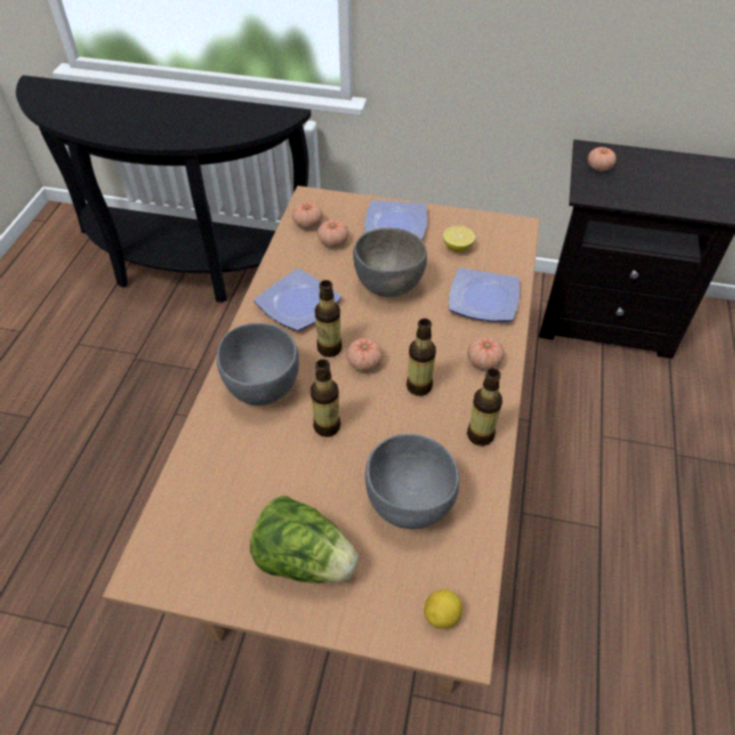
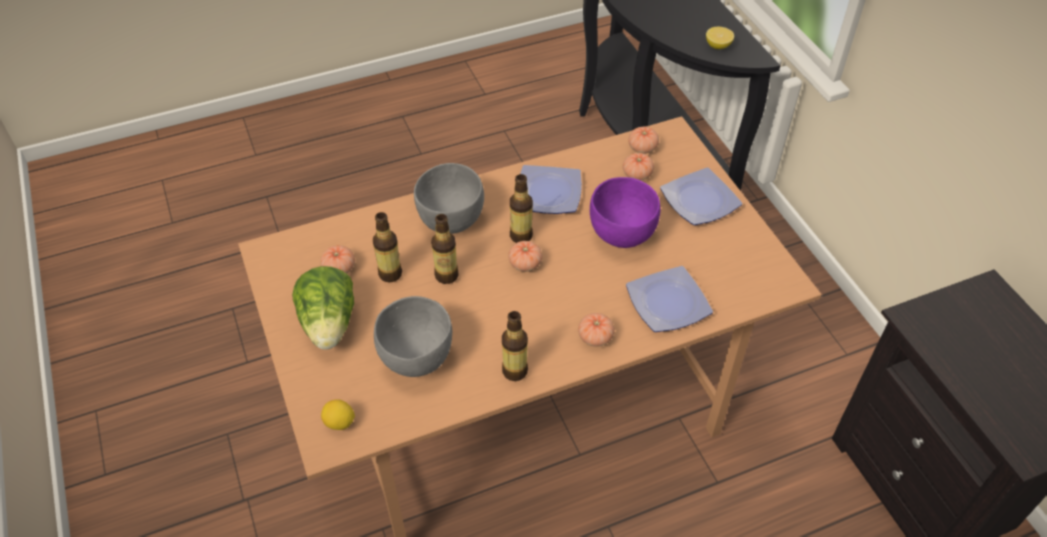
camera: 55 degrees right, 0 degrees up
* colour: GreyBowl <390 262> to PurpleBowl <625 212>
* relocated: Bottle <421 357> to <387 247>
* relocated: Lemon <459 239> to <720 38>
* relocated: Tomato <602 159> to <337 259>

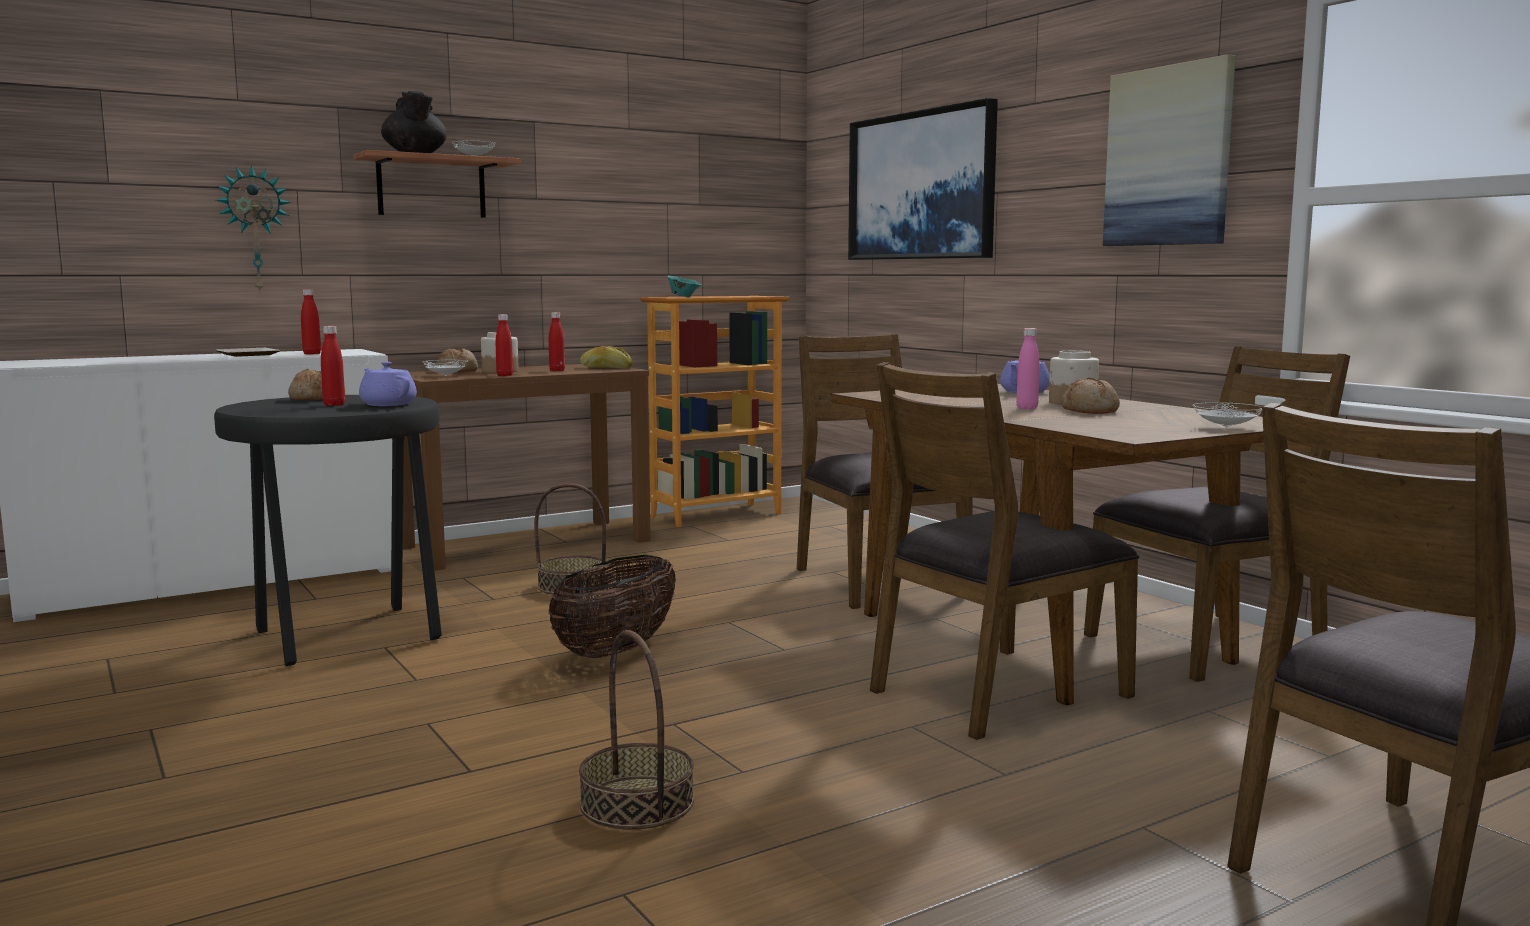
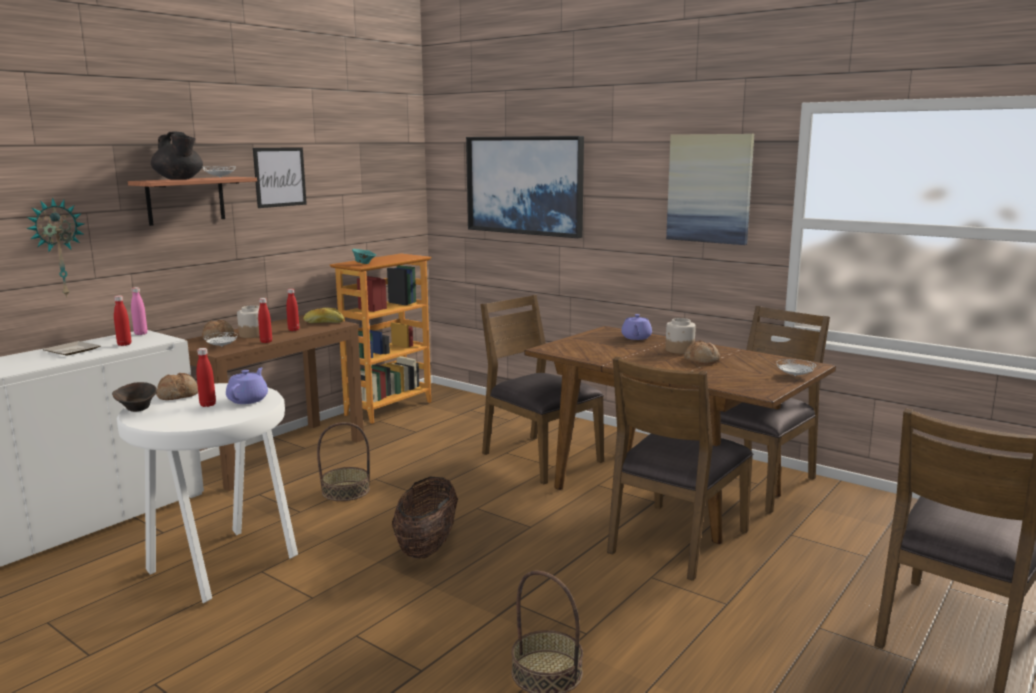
camera: 20 degrees left, 5 degrees up
* colour: BlackStool <328 530> to WhiteStool <207 493>
* spun: PurpleTeapot <388 384> = <247 385> 75 degrees clockwise
* relocated: PinkBottle <1028 368> to <139 311>
* appeared: BrownBowl <134 397>
* appeared: Picture <280 177>

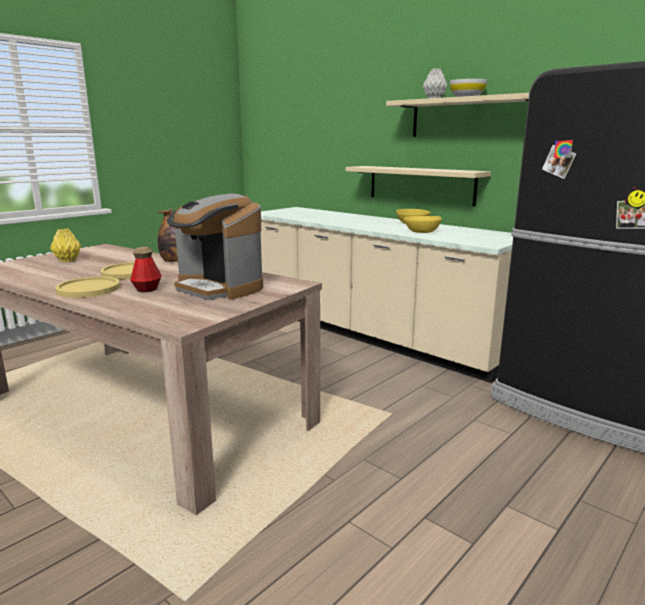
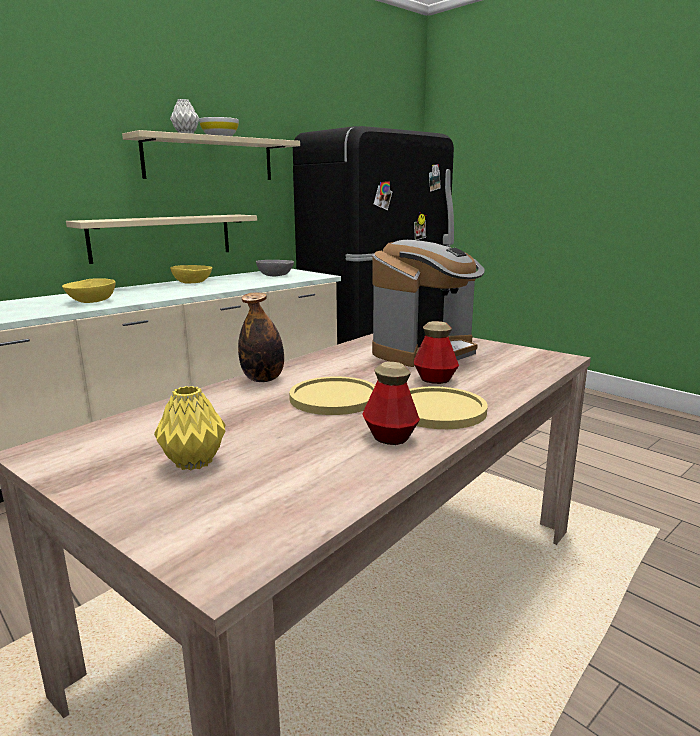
camera: 85 degrees left, 0 degrees up
* relocated: YellowBowl <423 224> to <89 290>
* appeared: GreyBowl <275 268>
* appeared: Bottle <391 403>

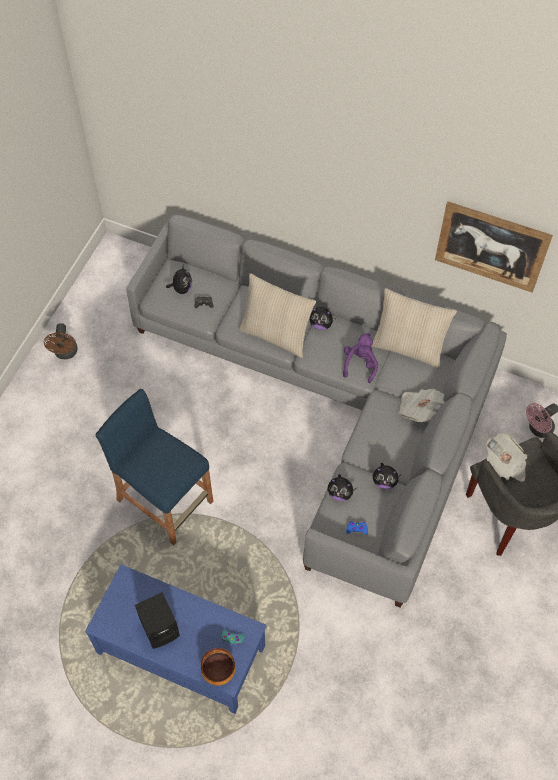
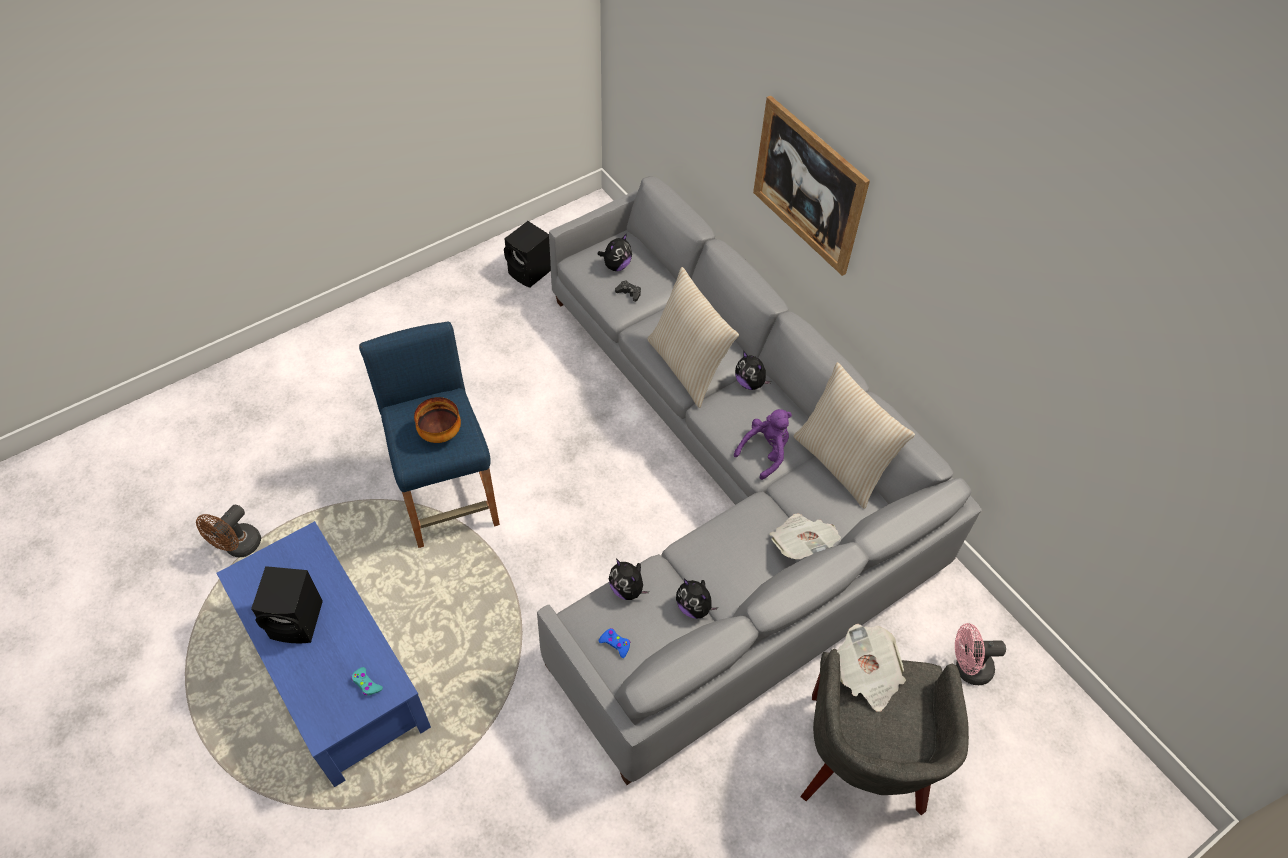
camera: 30 degrees right, 5 degrees down
* relocated: BrownFan <61 341> to <228 531>
* relocated: Bowl <218 667> to <437 420>
* relocated: Picture <494 247> to <811 186>
* appeared: BlackSpeaker <527 254>

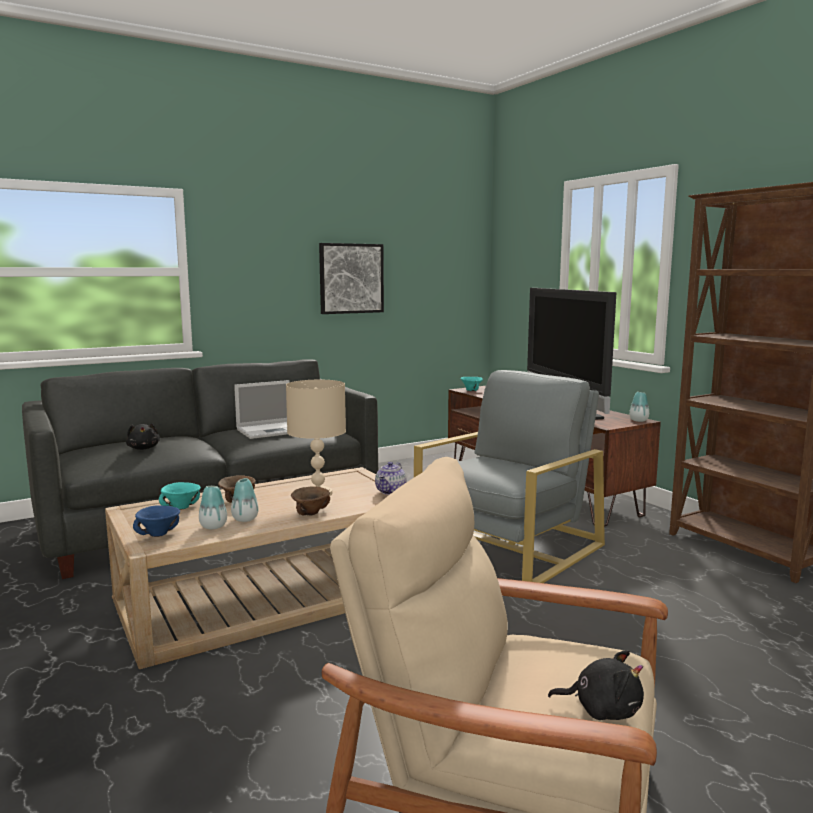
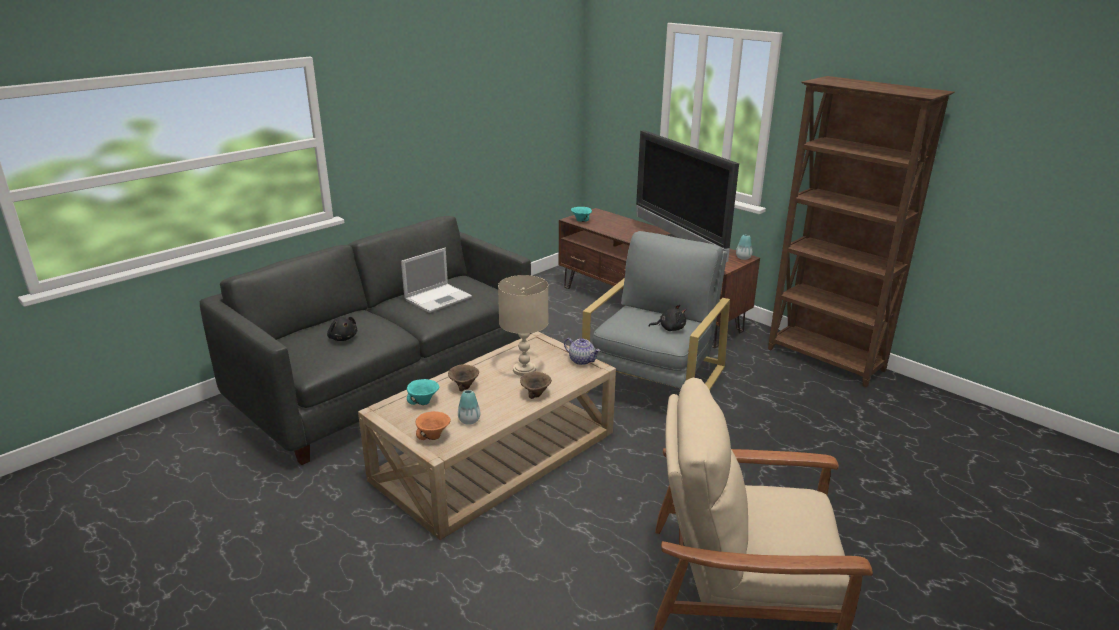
camera: 15 degrees left, 15 degrees up
* colour: BlueBowl <156 521> to OrangeBowl <433 425>
* missing: Vase <245 500>
* missing: Picture <351 278>
* spun: Teapot <391 478> = <582 351> 60 degrees counterclockwise
* relocated: BlackPlushToy <596 685> to <667 317>

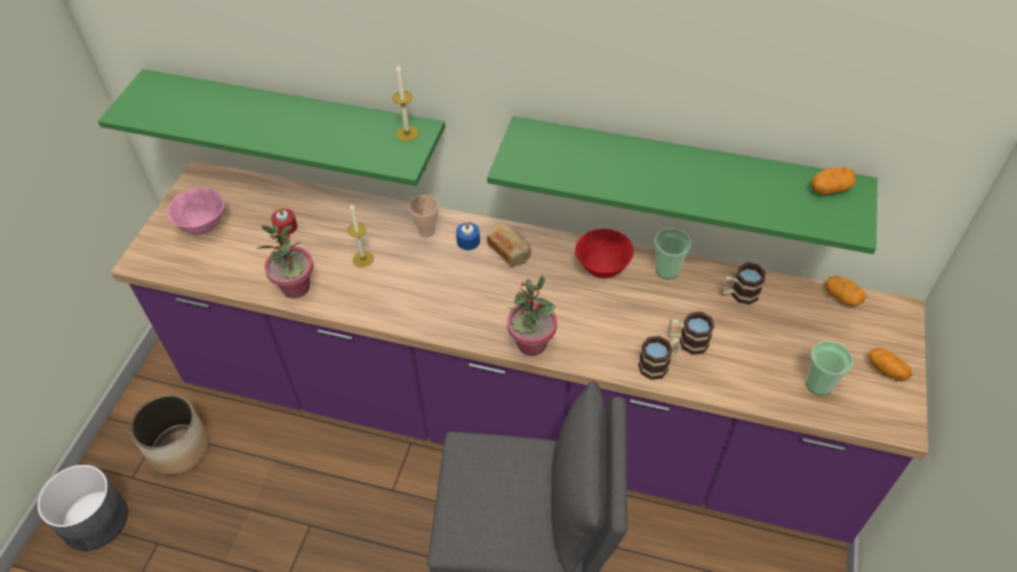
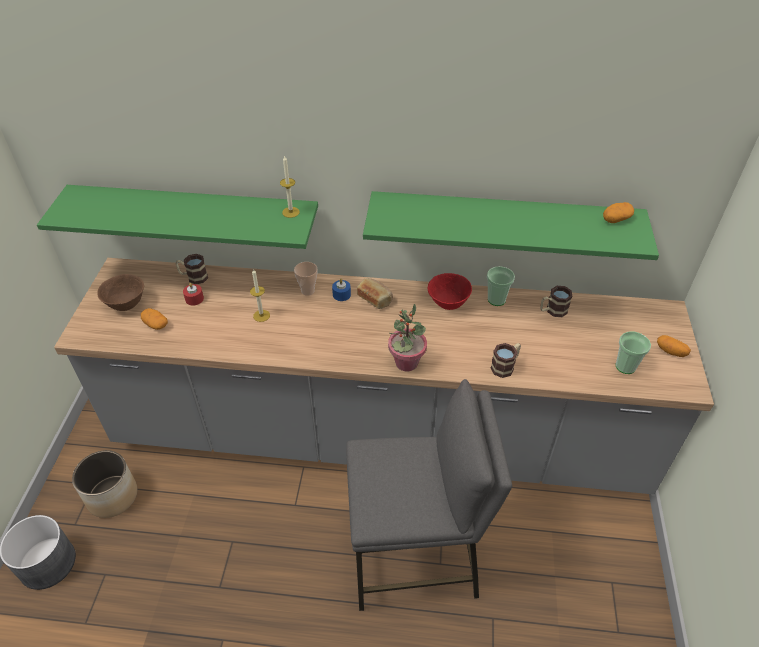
camera: 10 degrees left, 5 degrees down
* colour: PurpleCounter <519 351> to GreyCounter <384 376>
* colour: PinkBowl <195 211> to BrownBowl <120 292>
* missing: PottedPlant <285 261>
* relocated: Mug <691 333> to <192 269>
* relocated: Potato <845 291> to <154 319>

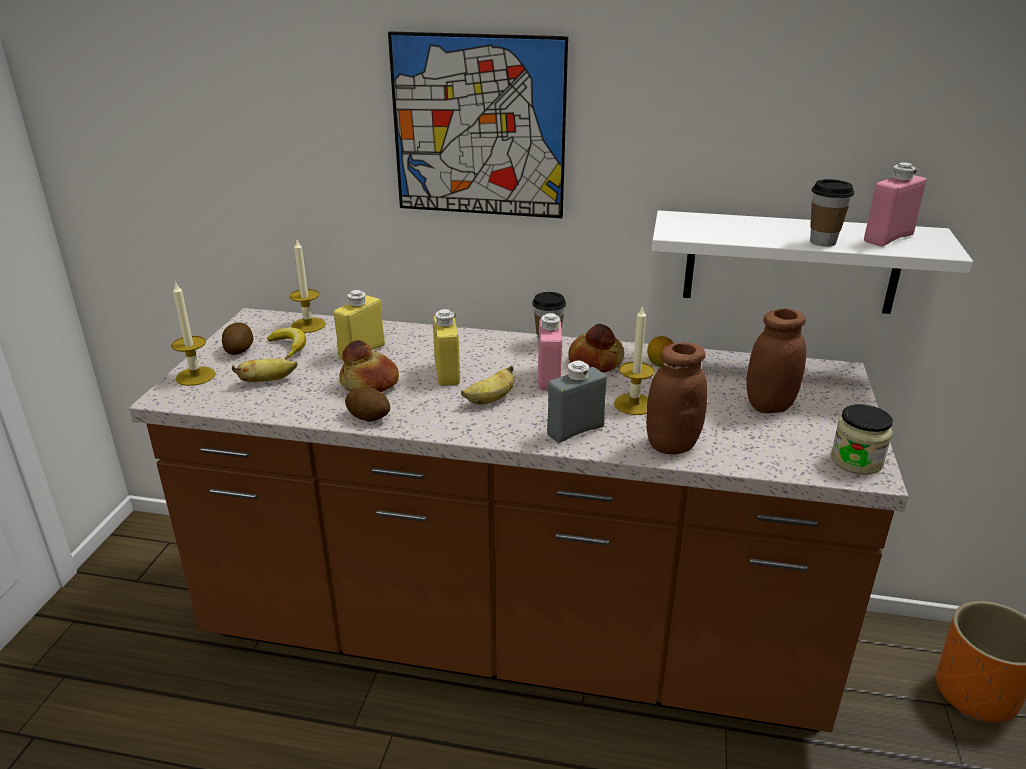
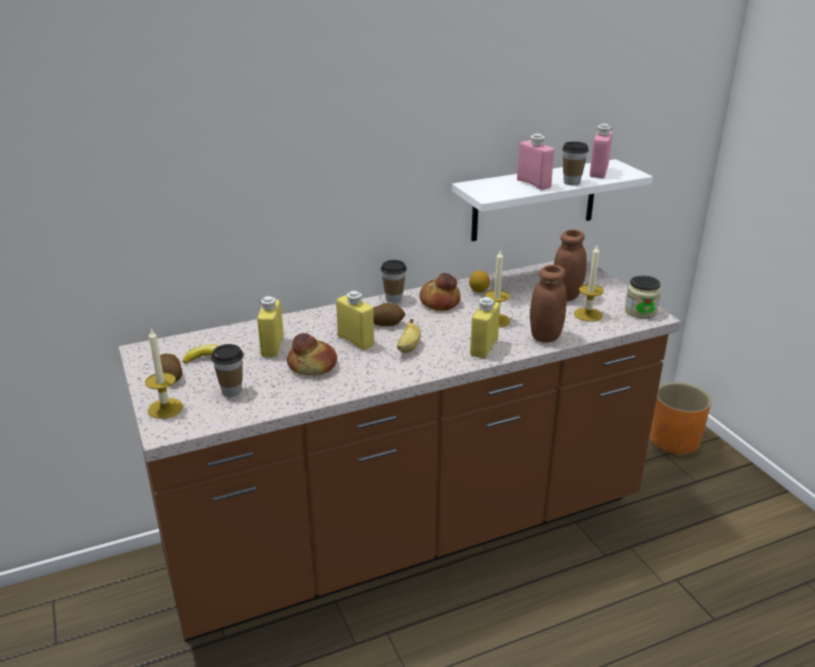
camera: 35 degrees left, 0 degrees up
* exchanged: Banana <264 370> to Cup <227 370>
* relocated: Candle <307 286> to <589 284>
* relocated: Potato <367 404> to <389 314>
* missing: Picture <478 124>
* relocated: PinkBottle <550 351> to <536 162>
* colour: GreyBottle <577 401> to YellowBottle <485 327>

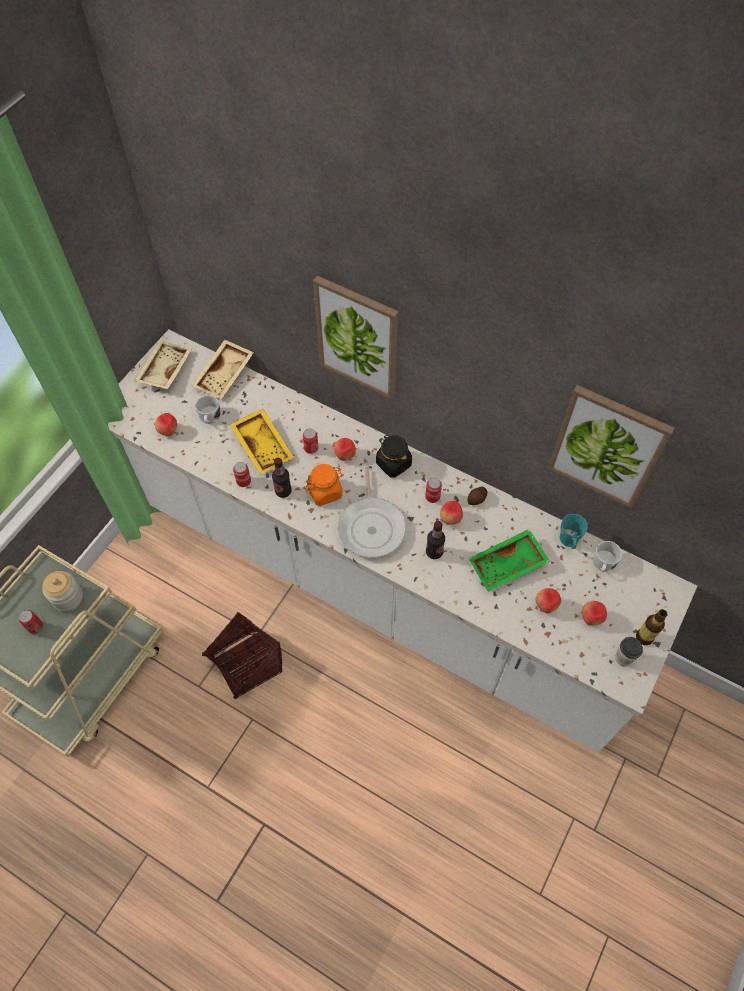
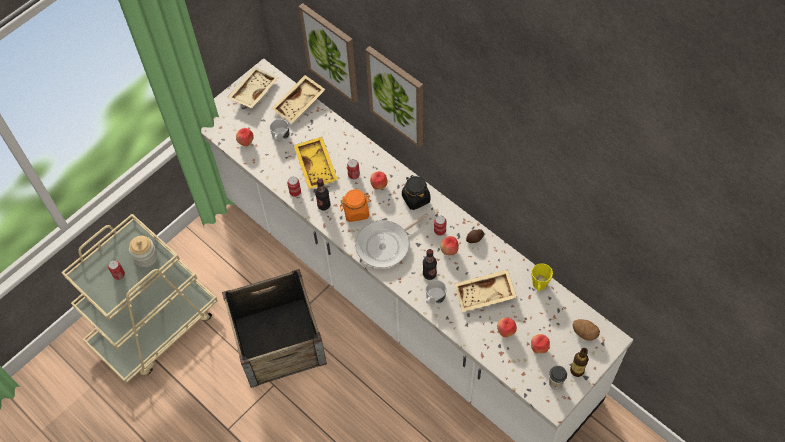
camera: 15 degrees right, 0 degrees up
* exchanged: Basket <242 655> to Crate <274 328>
* spun: FryingPan <372 512> = <392 240> 45 degrees clockwise
* colour: GreenTray <509 560> to BeigeTray <486 290>
* relocated: Picture <610 446> to <328 53>
* colour: TurquoiseMug <574 531> to YellowMug <542 277>
* relocated: WhiteMug <607 556> to <436 292>
* appeared: Potato <586 330>

